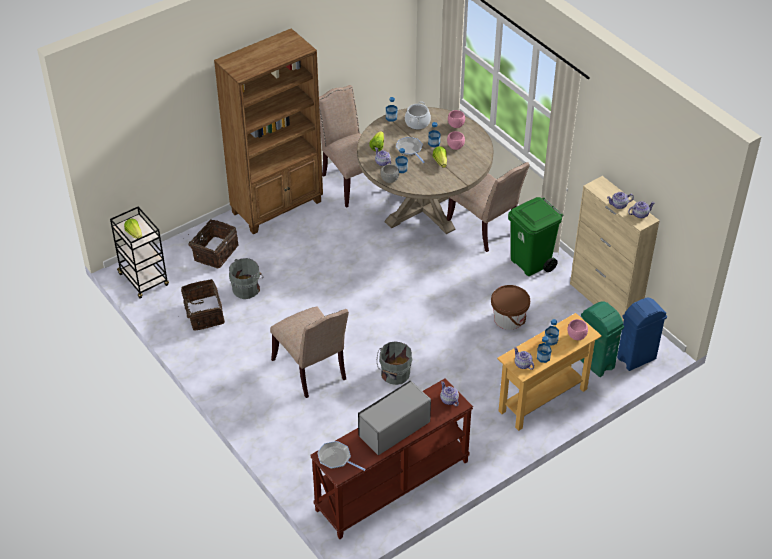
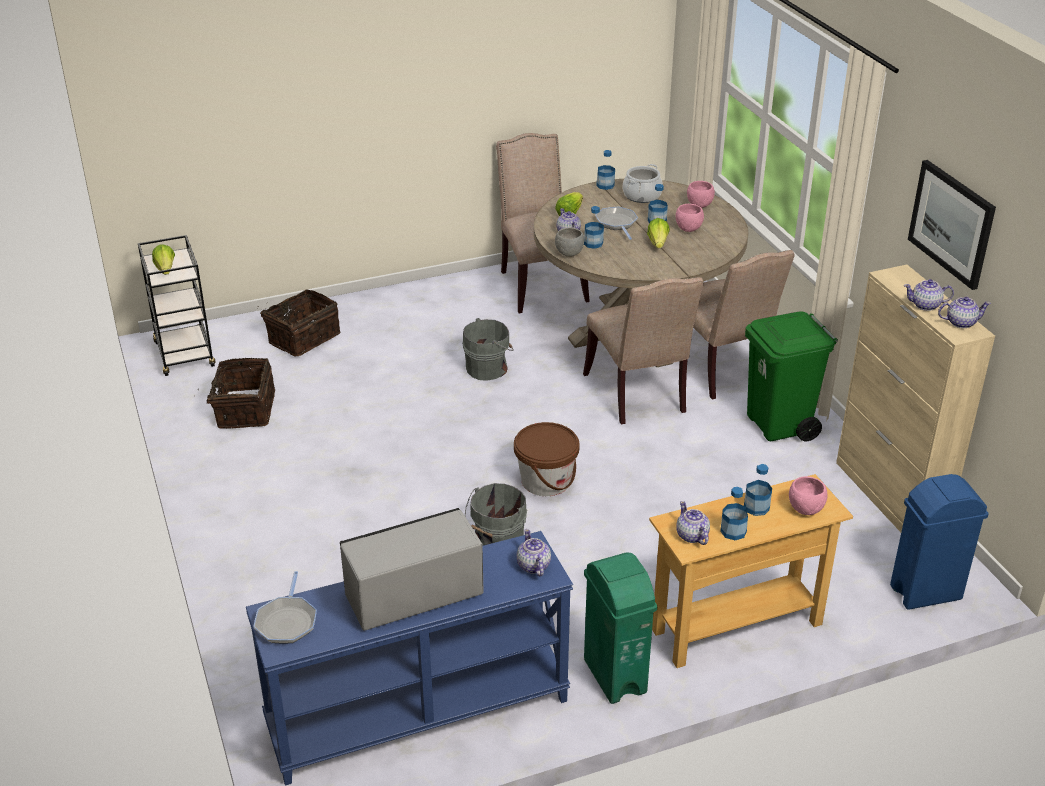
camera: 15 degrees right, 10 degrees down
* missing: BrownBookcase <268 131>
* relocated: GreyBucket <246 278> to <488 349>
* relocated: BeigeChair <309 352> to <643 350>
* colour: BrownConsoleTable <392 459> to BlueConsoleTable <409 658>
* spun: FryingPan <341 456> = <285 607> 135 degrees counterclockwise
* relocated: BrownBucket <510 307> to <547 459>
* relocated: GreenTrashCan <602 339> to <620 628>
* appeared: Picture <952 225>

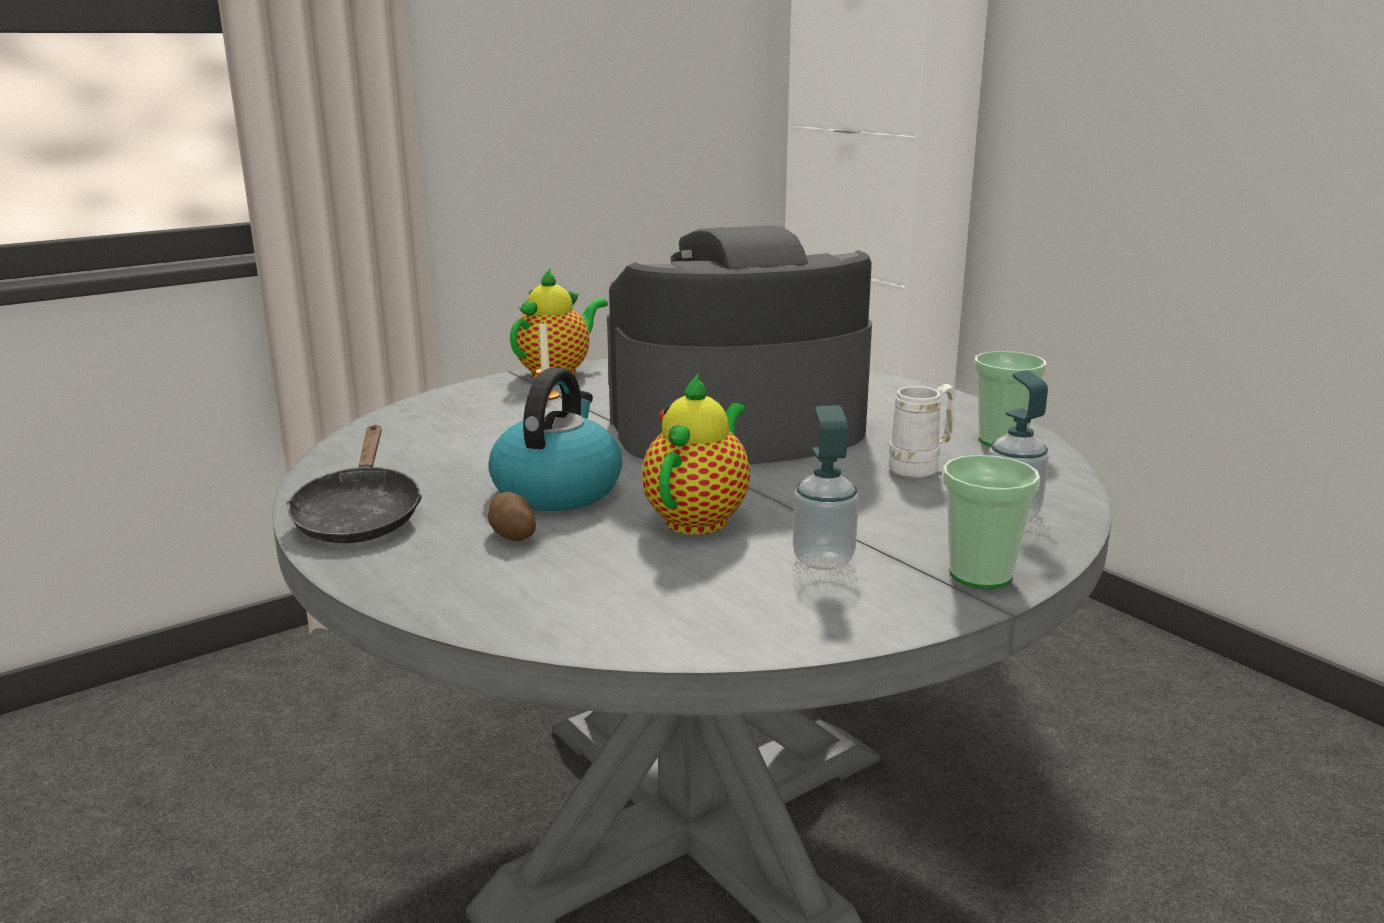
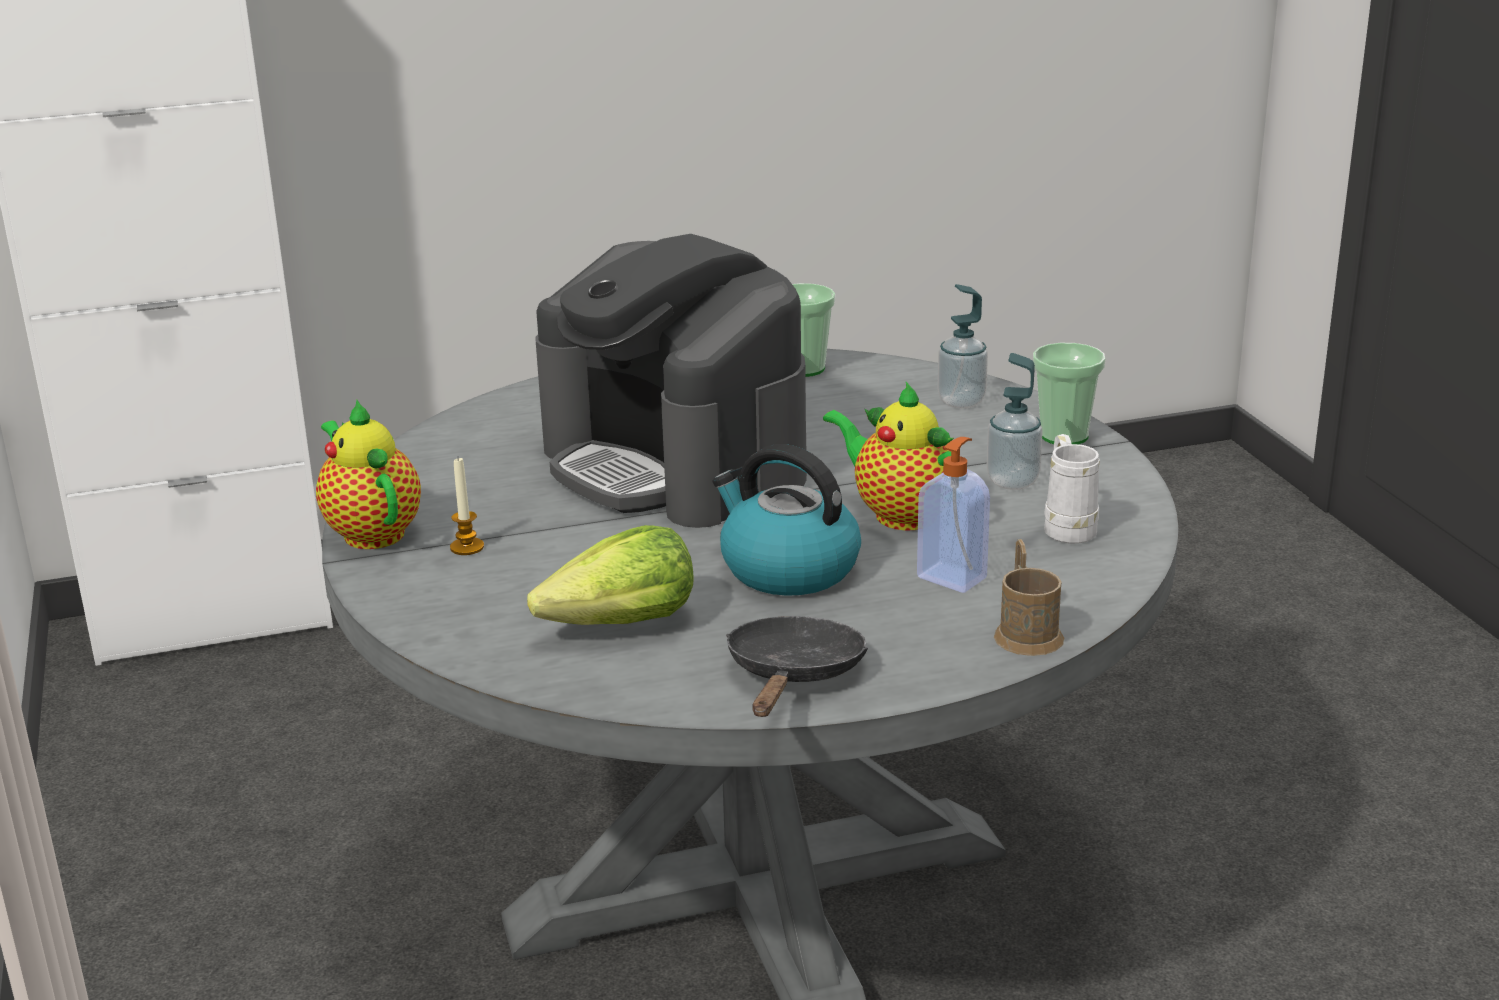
camera: 70 degrees left, 5 degrees up
* spun: BlackFryingPan <354 484> = <797 666> 90 degrees counterclockwise
* missing: Potato <512 516>
* spun: CoffeeMachine <739 345> = <671 381> 45 degrees counterclockwise
* relocated: WhiteMug <923 431> to <1072 489>
* appeared: Lettuce <610 575>
* appeared: SoapDispenser <953 515>
* appeared: BrownMug <1029 597>

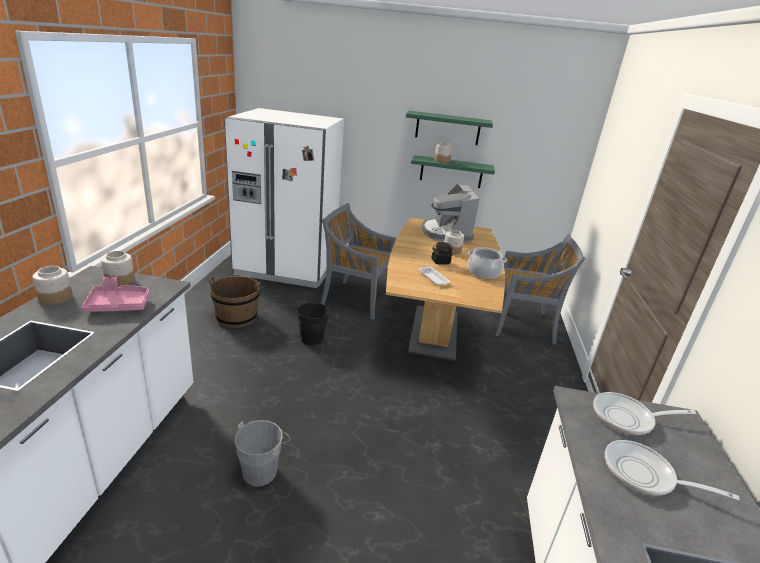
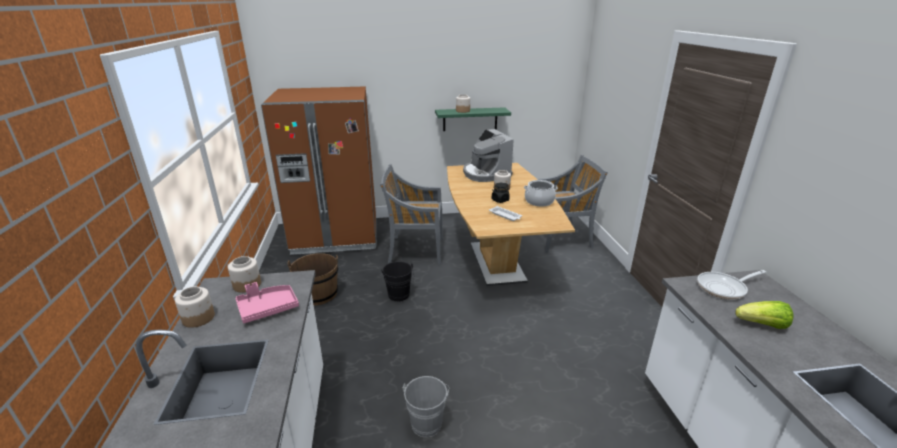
camera: 15 degrees left, 0 degrees up
* colour: WhiteFridge <284 198> to BrownFridge <318 171>
* missing: GreenShelf <449 128>
* exchanged: FryingPan <672 470> to Lettuce <764 315>

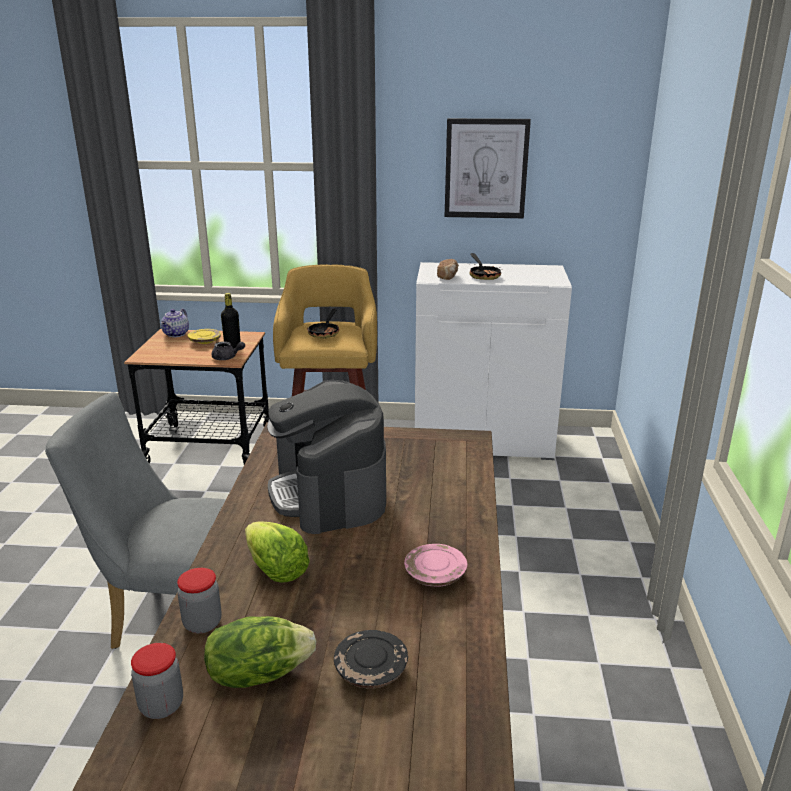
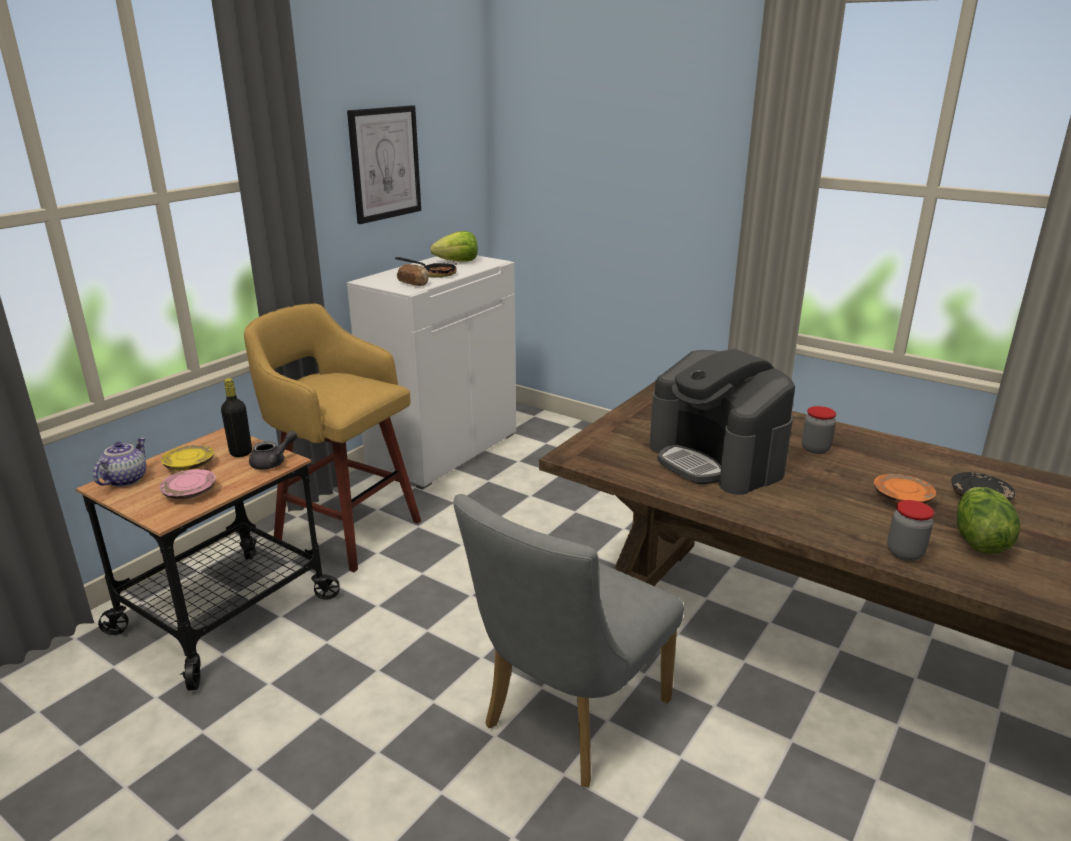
camera: 60 degrees left, 0 degrees up
* relocated: Jar <157 681> to <819 430>
* spun: Teapot <175 323> = <119 462> 120 degrees counterclockwise
* relocated: Lettuce <277 552> to <454 246>
* spun: CoffeeMachine <326 457> = <722 422> 45 degrees clockwise
* missing: FryingPan <323 323>
* relocated: PinkPlate <435 565> to <187 484>
* appeared: OrangePlate <905 489>

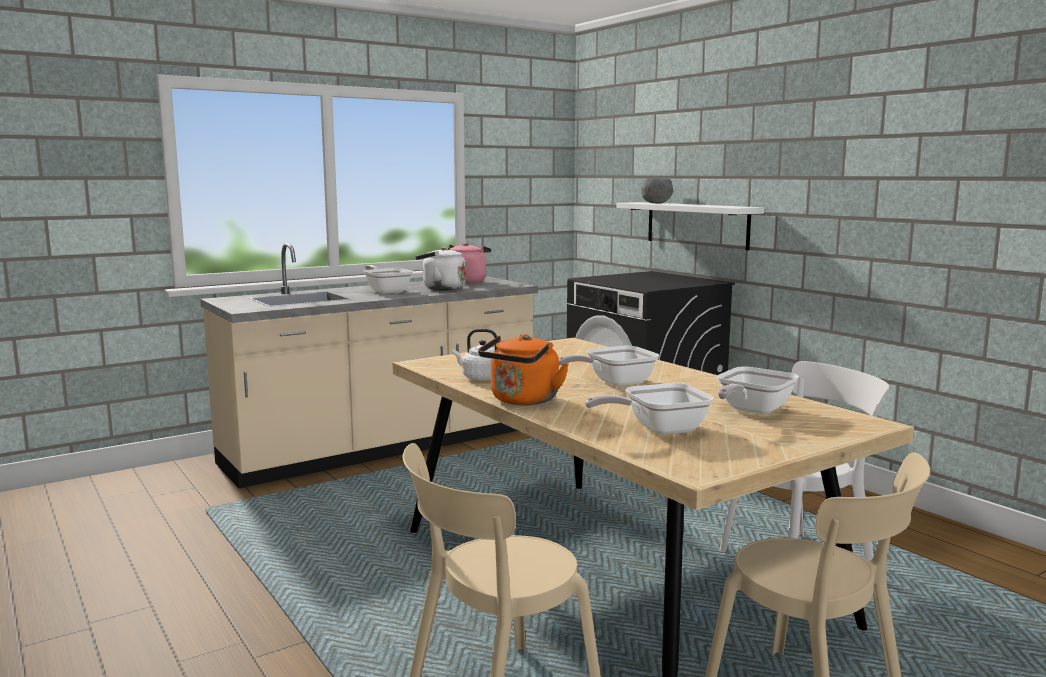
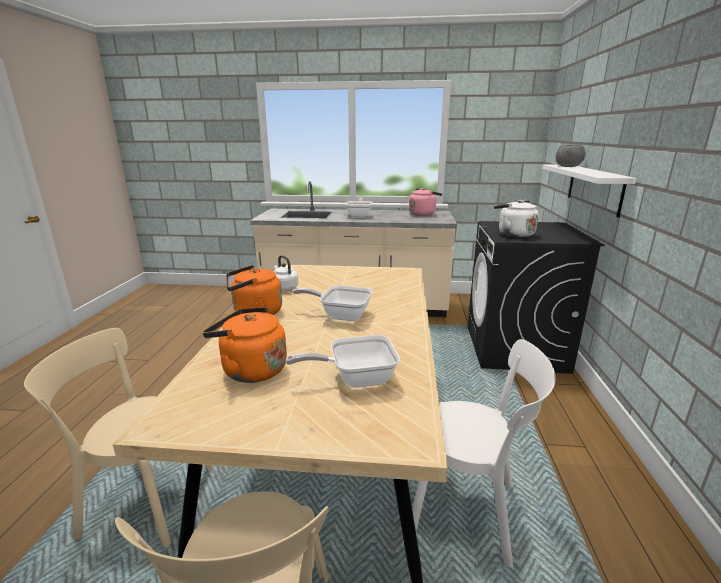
camera: 40 degrees right, 10 degrees up
* relocated: WhiteKettle <440 268> to <516 218>
* exchanged: FryingPan <649 409> to OrangeKettle <245 345>

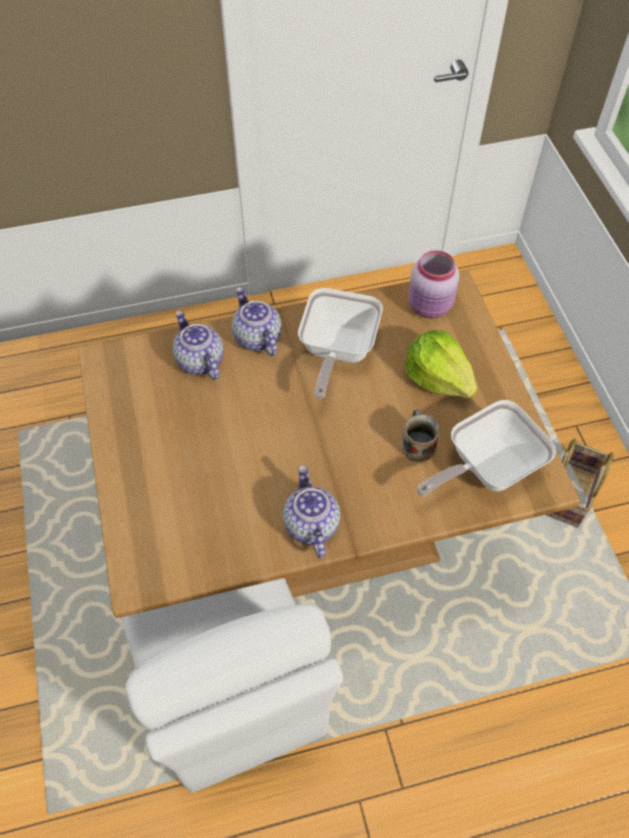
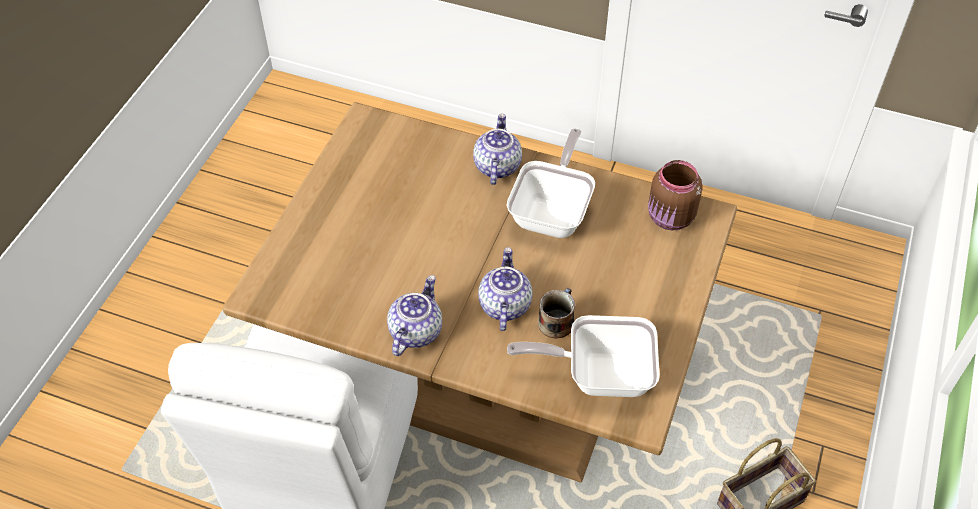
camera: 35 degrees right, 5 degrees down
* relocated: Teapot <198 345> to <505 289>
* spun: FryingPan <340 343> = <550 183> 150 degrees clockwise
* missing: Lettuce <441 364>
* colour: PinkJar <433 284> to BrownJar <675 195>

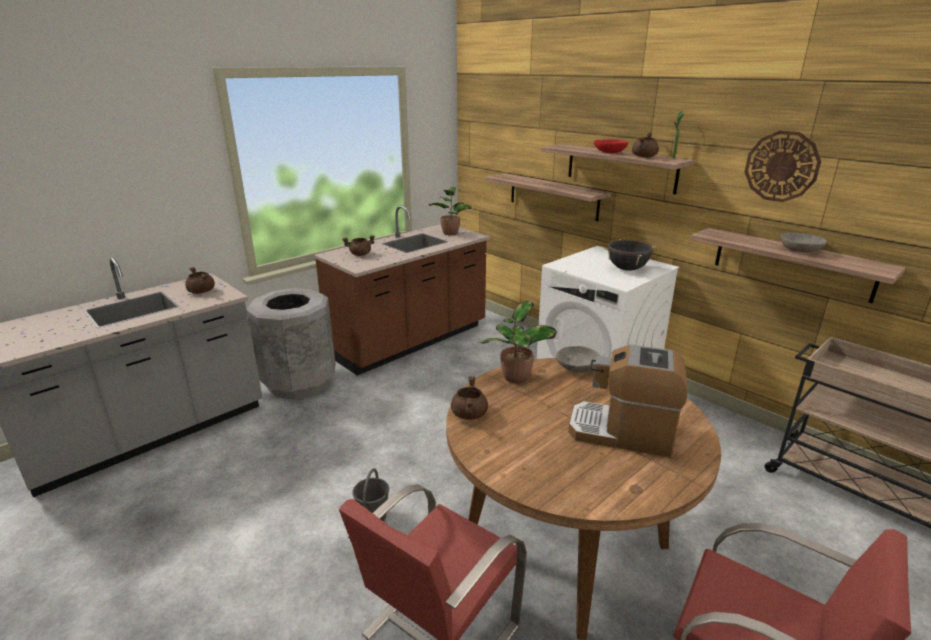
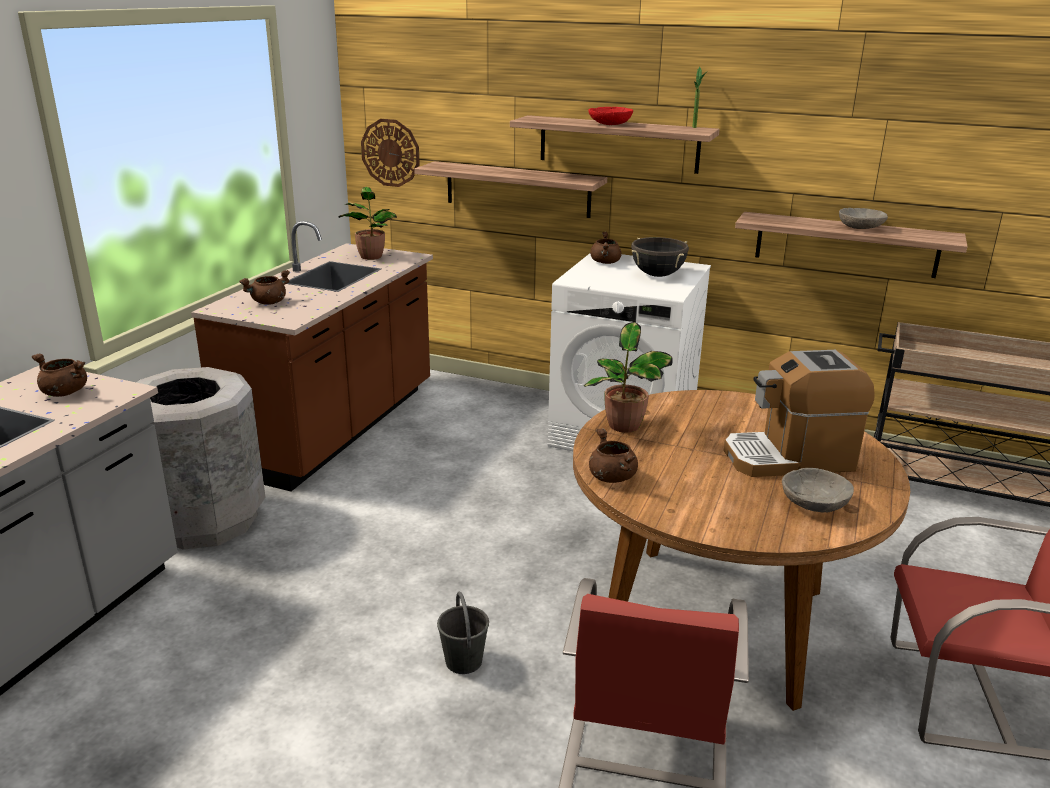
camera: 25 degrees left, 0 degrees up
* relocated: GreyBowl <578 359> to <818 490>
* relocated: BrownCookingPot <645 144> to <606 248>
* relocated: WallClock <783 166> to <390 153>

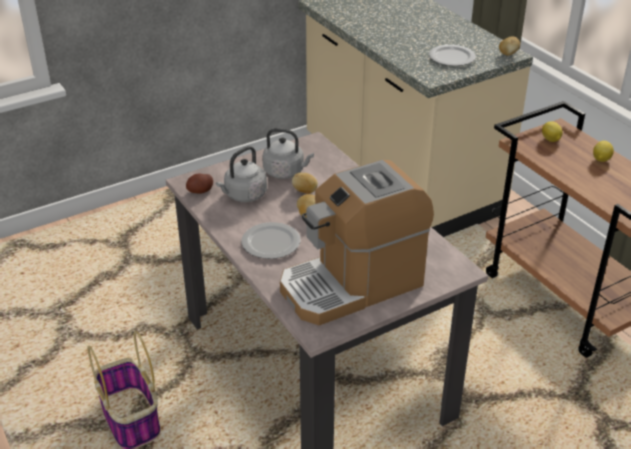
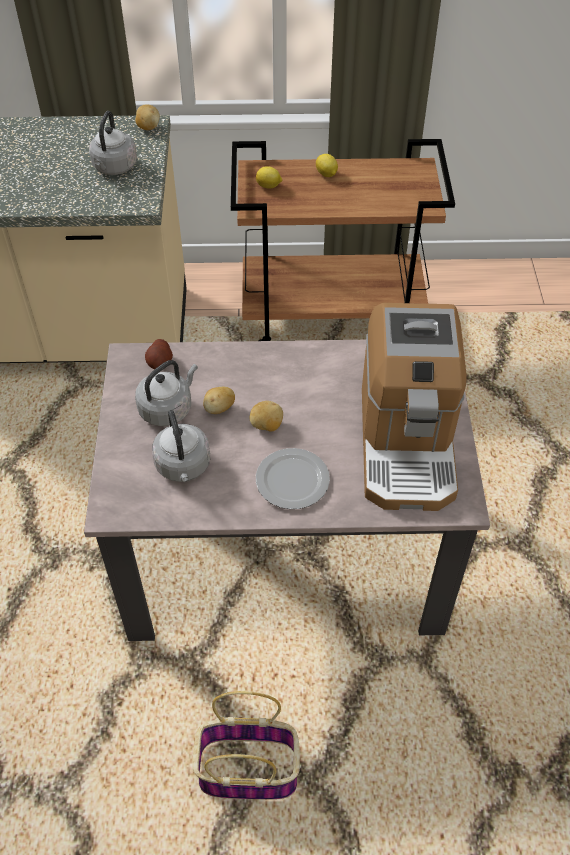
camera: 60 degrees left, 15 degrees up
* relocated: Potato <199 184> to <159 354>
* exchanged: Plate <452 55> to GreyKettle <113 143>

